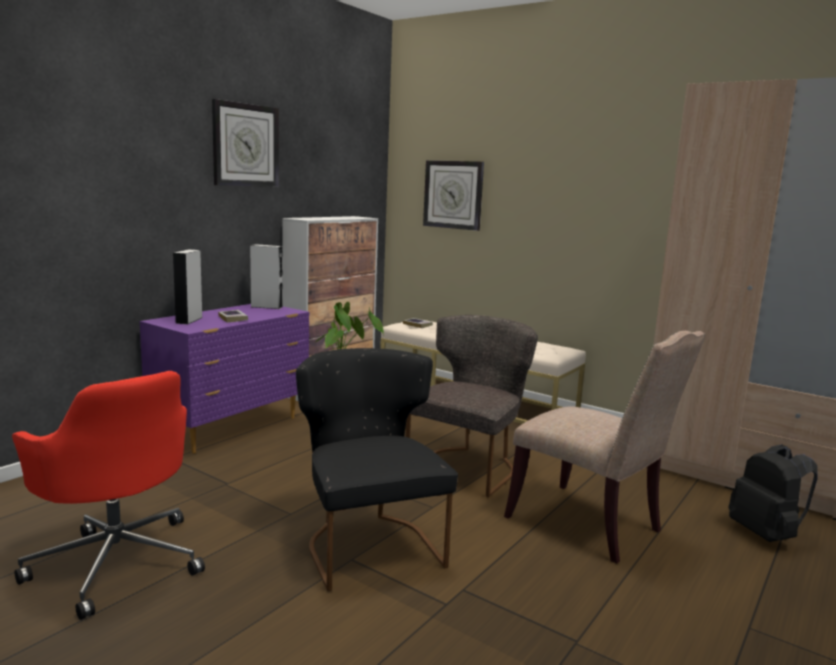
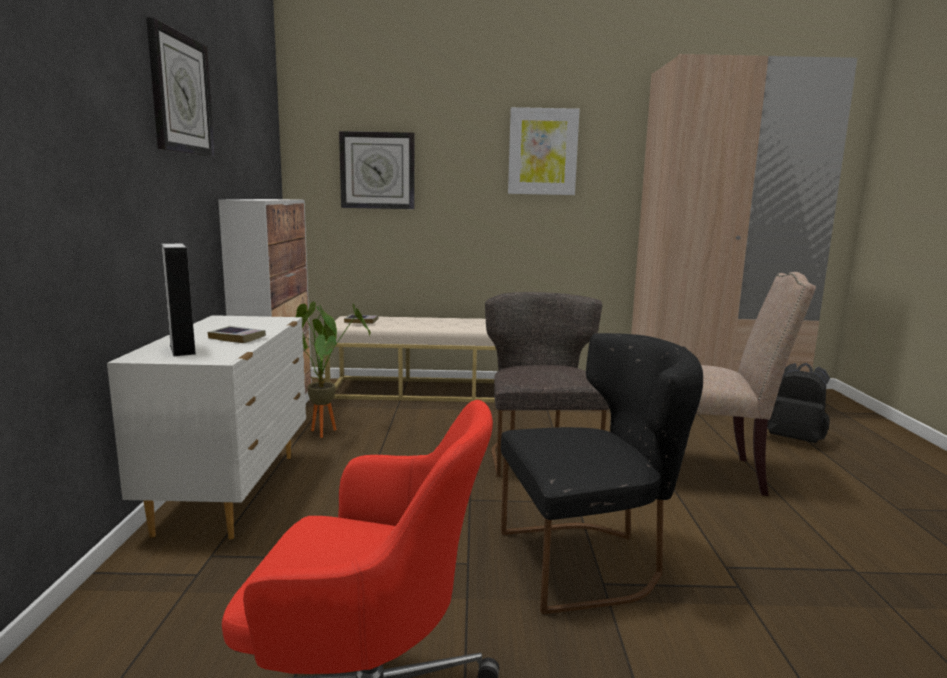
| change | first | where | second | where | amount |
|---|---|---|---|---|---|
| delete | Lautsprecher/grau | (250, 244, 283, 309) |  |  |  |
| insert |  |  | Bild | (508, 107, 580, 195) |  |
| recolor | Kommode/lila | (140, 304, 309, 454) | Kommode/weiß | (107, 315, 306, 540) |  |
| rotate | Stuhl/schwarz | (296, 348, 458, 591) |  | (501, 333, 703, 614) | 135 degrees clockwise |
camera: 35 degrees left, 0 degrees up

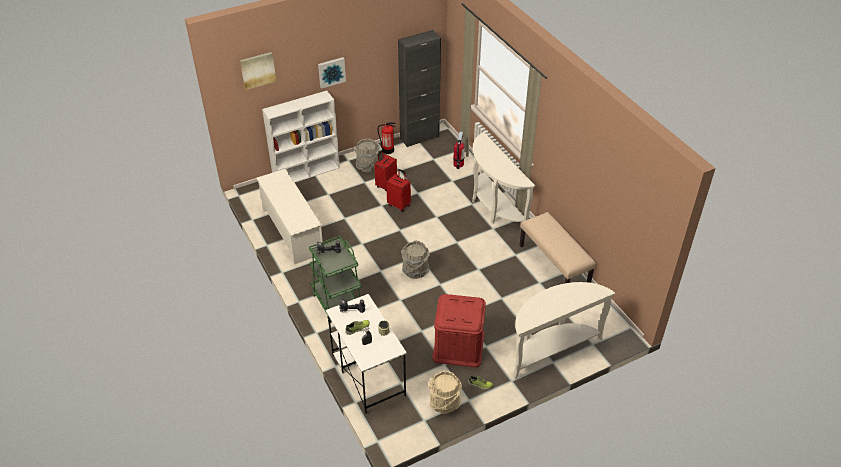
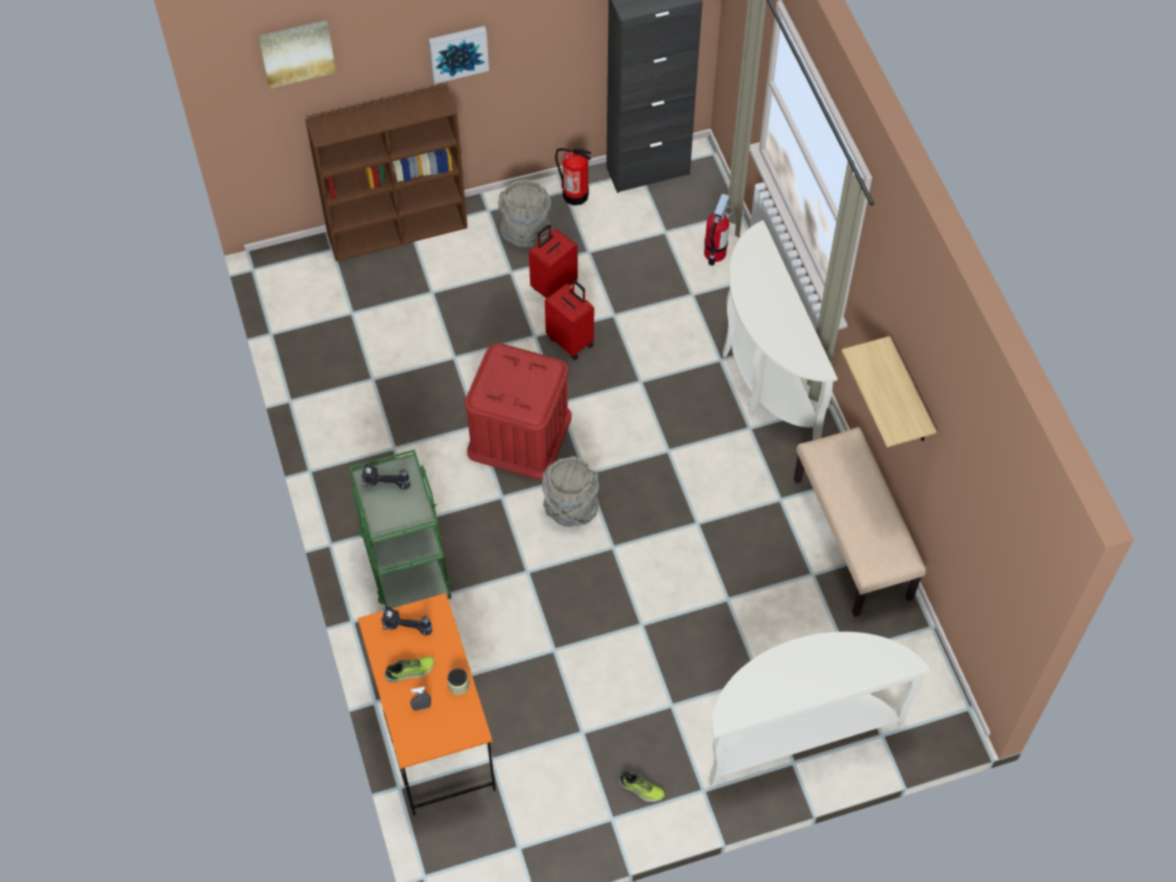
| change | first | where | second | where | amount |
|---|---|---|---|---|---|
| delete | Schuhregal/weiß | (256, 169, 323, 264) |  |  |  |
| delete | Eimer/beige | (428, 371, 462, 414) |  |  |  |
| insert |  |  | Wandregal | (841, 336, 937, 447) |  |
| move | Aufbewahrungsbox/rot | (433, 294, 486, 367) |  | (465, 343, 572, 479) |  |
| recolor | Bücherregal/weiß | (262, 91, 340, 183) | Bücherregal/braun | (305, 85, 467, 261) |  |
| recolor | Schreibtisch/weiß | (326, 294, 407, 414) | Schreibtisch/orange | (358, 593, 496, 816) |  |
camera: 10 degrees right, 15 degrees up

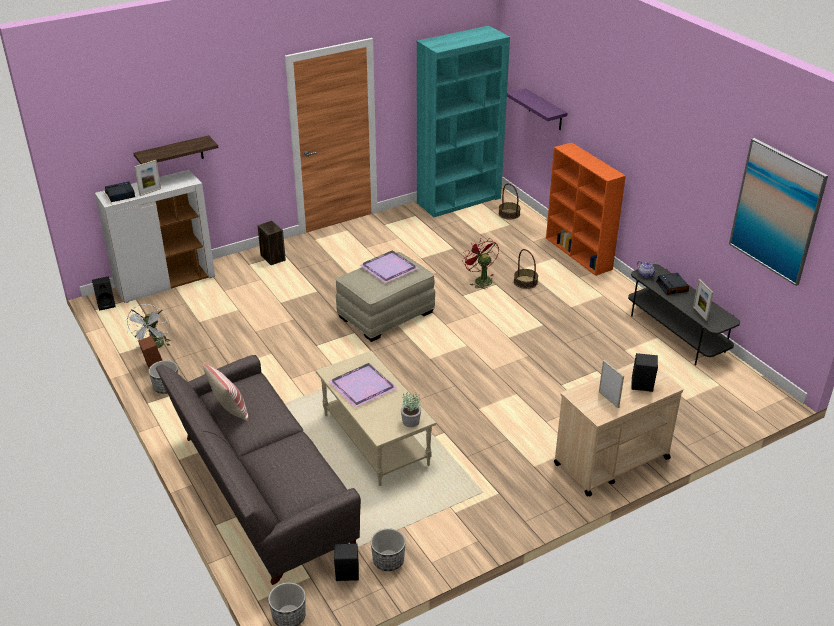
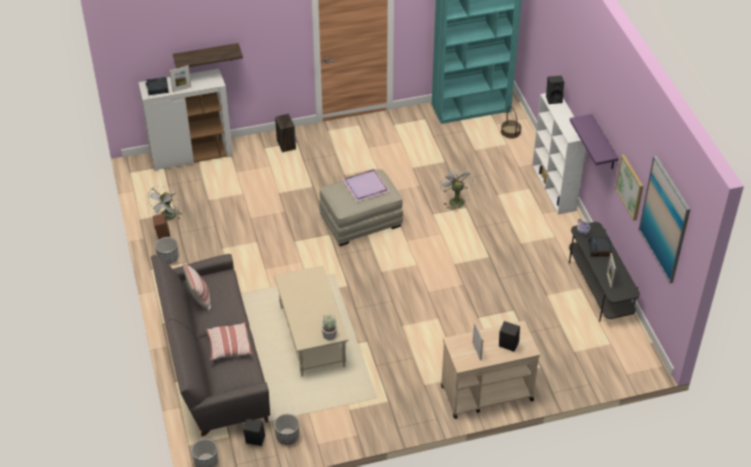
| change | first | where | second | where | amount |
|---|---|---|---|---|---|
| delete | Tablett/lila | (328, 363, 397, 408) |  |  |  |
| delete | Korb | (514, 249, 538, 289) |  |  |  |
| insert |  |  | Kissen | (206, 322, 252, 360) |  |
| insert |  |  | Bild | (615, 155, 643, 221) |  |
| move | Lautsprecher/schwarz | (92, 276, 116, 311) |  | (546, 76, 564, 104) |  |
| move | Wandregal/lila | (507, 89, 567, 130) |  | (570, 114, 619, 169) |  |
| recolor | Ventilator/rot | (462, 238, 499, 290) | Ventilator/weiß | (439, 169, 473, 212) |  |
| recolor | Bücherregal/orange | (546, 142, 626, 276) | Bücherregal/weiß | (532, 93, 586, 215) |  |
camera: 15 degrees right, 10 degrees up

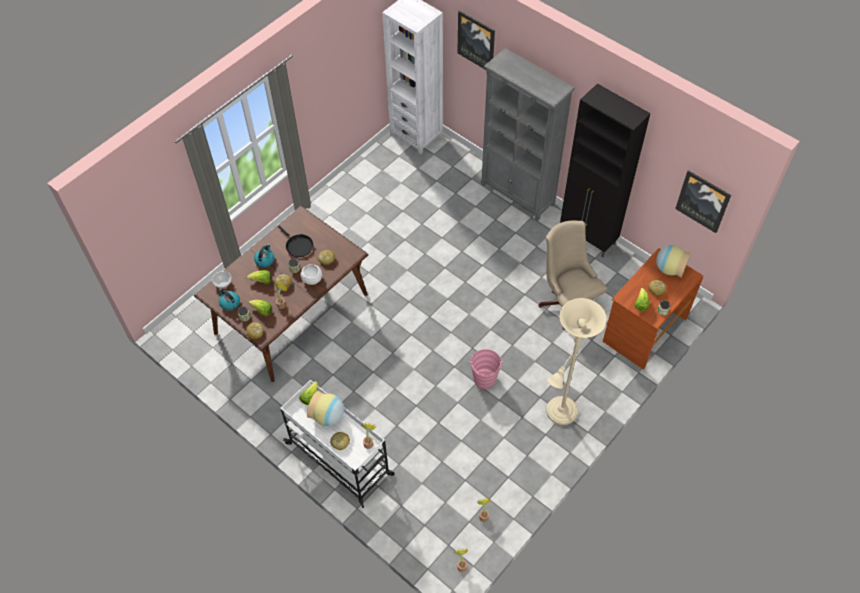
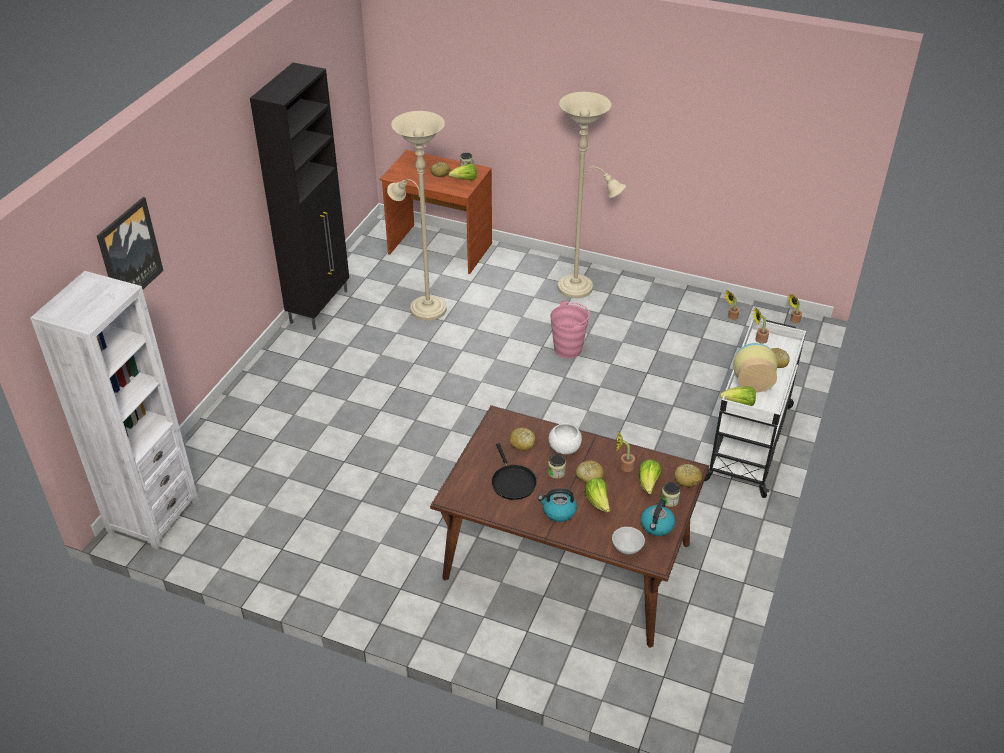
| change | first | where | second | where | amount |
|---|---|---|---|---|---|
| delete | Bücherregal/grau | (481, 48, 575, 221) |  |  |  |
| delete | Vase | (656, 245, 691, 277) |  |  |  |
| delete | Bild | (675, 170, 731, 233) |  |  |  |
| replace | Bürostuhl/beige | (538, 220, 607, 330) | Stehlampe/beige | (387, 111, 447, 321) |  |
| rotate | Pfanne/schwarz | (278, 225, 313, 257) |  | (491, 443, 537, 500) | 135 degrees clockwise |
camera: 110 degrees left, 15 degrees down

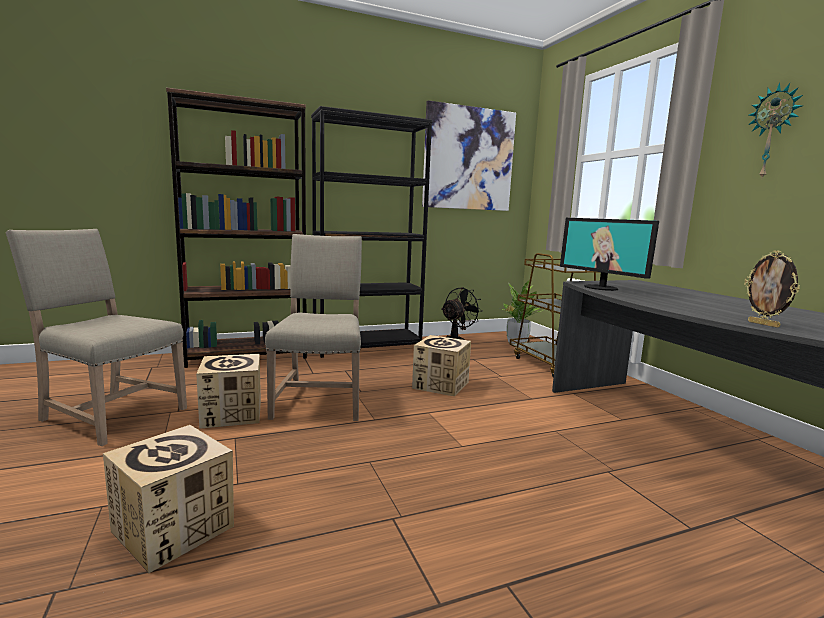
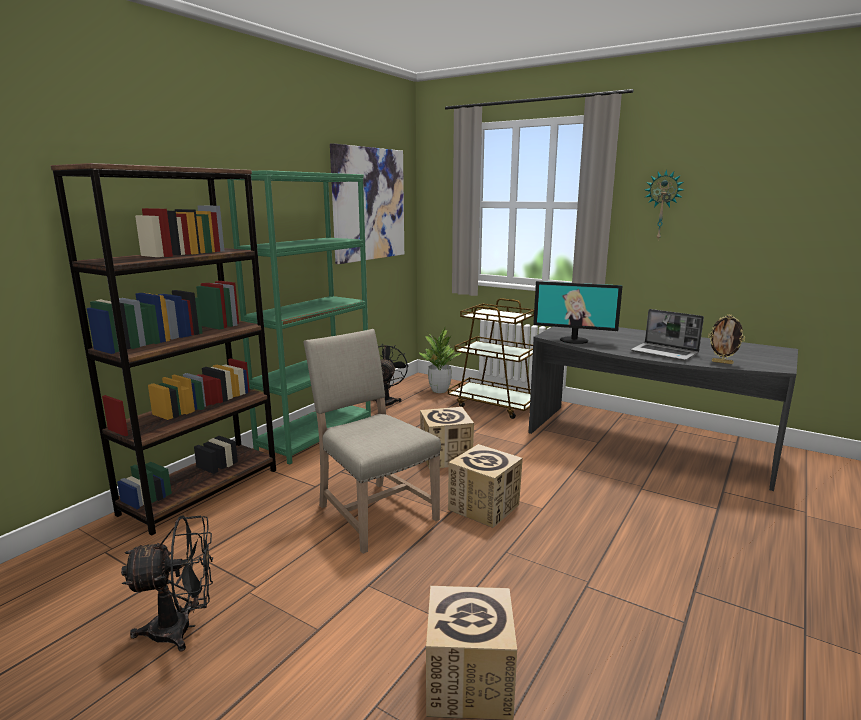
| change | first | where | second | where | amount |
|---|---|---|---|---|---|
| insert |  |  | Laptop | (631, 309, 704, 361) |  |
| move | Karton | (196, 354, 261, 429) |  | (448, 444, 523, 528) |  |
| replace | Stuhl/beige | (6, 229, 187, 446) | Ventilator/schwarz | (121, 515, 213, 652) |  |
| recolor | Bücherregal/schwarz | (311, 106, 433, 358) | Bücherregal/grün | (227, 170, 371, 465) |  |
camera: 35 degrees left, 5 degrees up

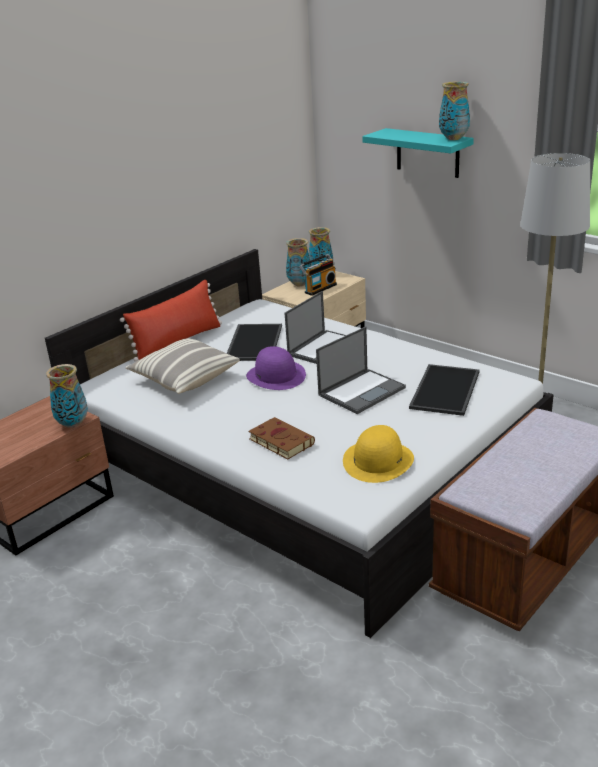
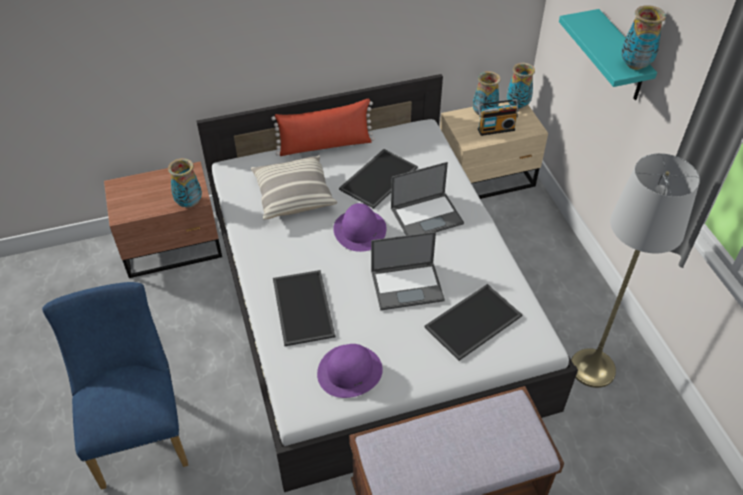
| change | first | where | second | where | amount |
|---|---|---|---|---|---|
| insert |  |  | Stuhl/blau | (42, 282, 188, 490) |  |
| replace | Buch/braun | (248, 417, 315, 460) | Tablett | (273, 270, 335, 347) |  |
| recolor | Hut/gelb | (343, 425, 414, 483) | Hut/lila | (317, 344, 383, 398) |  |
camera: 30 degrees right, 20 degrees up

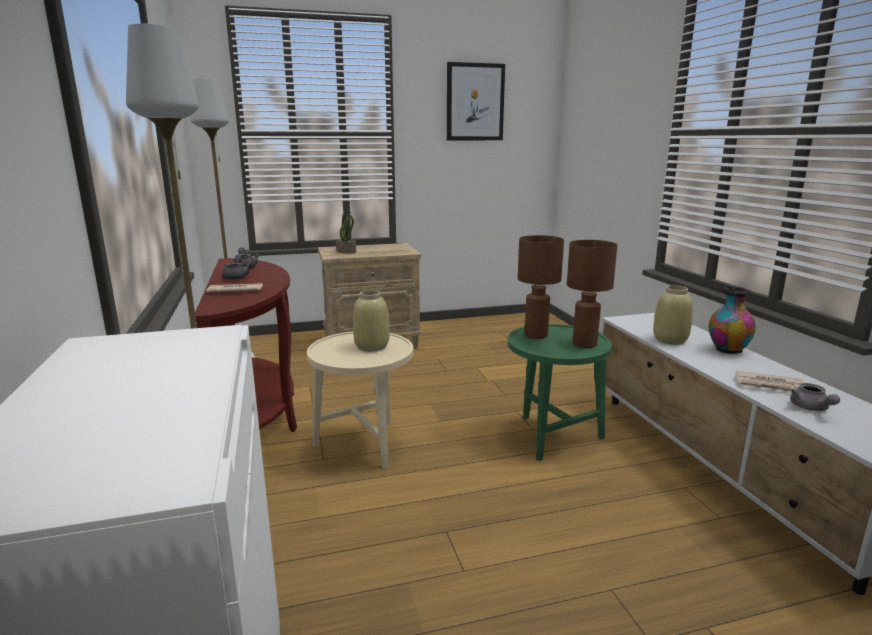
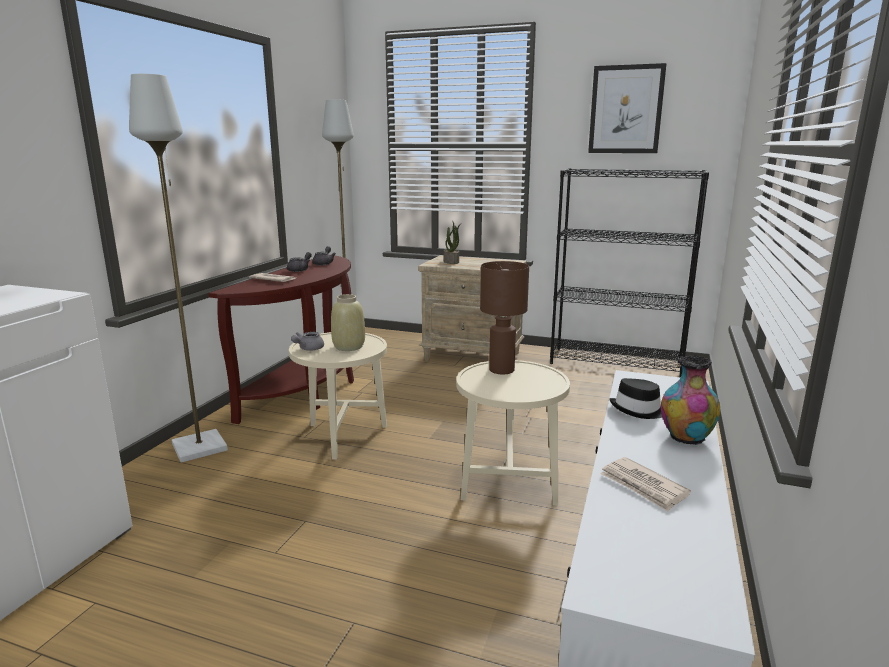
| change | first | where | second | where | amount |
|---|---|---|---|---|---|
| delete | Tischlampe/braun | (567, 240, 617, 348) |  |  |  |
| insert |  |  | Bücherregal/schwarz | (550, 168, 709, 377) |  |
| move | Teekanne/grau | (790, 383, 840, 411) |  | (291, 332, 324, 351) |  |
| replace | Vase/beige | (653, 285, 693, 345) | Hut/schwarz | (609, 378, 663, 419) |  |
| recolor | Beistelltisch/grün | (508, 324, 612, 461) | Beistelltisch/beige | (456, 360, 570, 506) |  |
camera: 35 degrees right, 0 degrees up

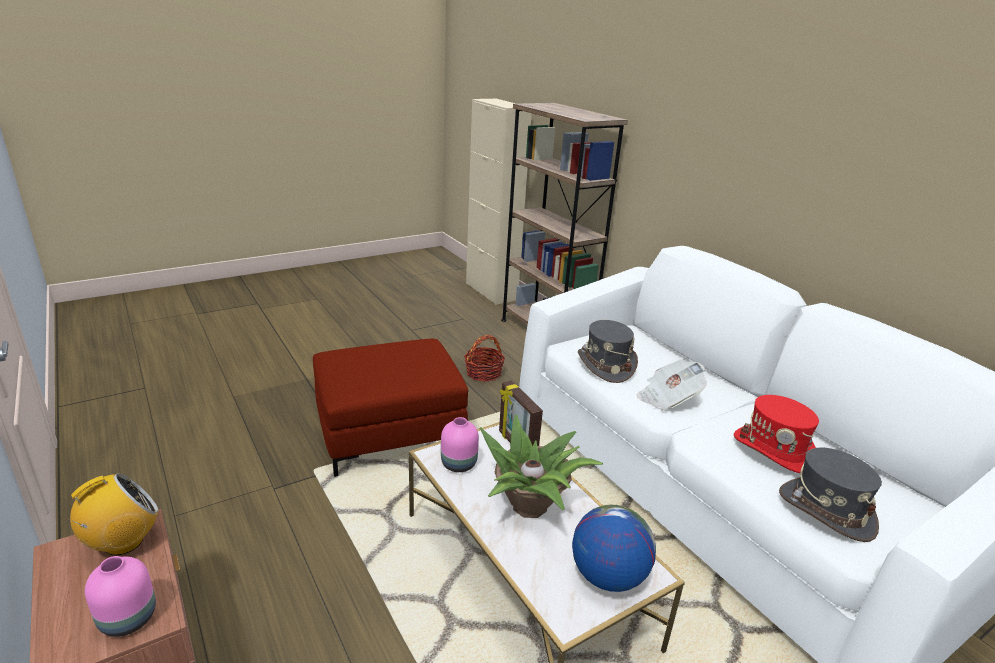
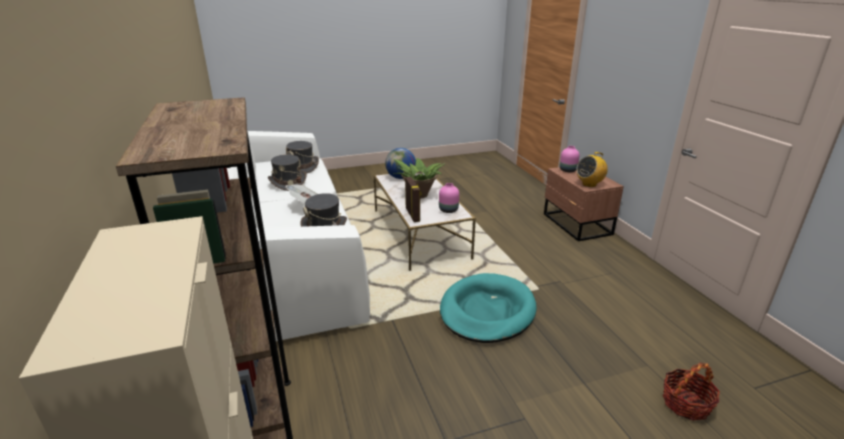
| change | first | where | second | where | amount |
|---|---|---|---|---|---|
| move | Korb | (464, 335, 505, 382) |  | (663, 363, 720, 421) |  |
| replace | Polsterhocker/rot | (313, 339, 468, 477) | Hundebett/türkis | (440, 273, 537, 343) |  |
| recolor | Hut/rot | (734, 395, 819, 473) | Hut/grau | (268, 154, 306, 191) |  |
camera: 165 degrees left, 0 degrees up

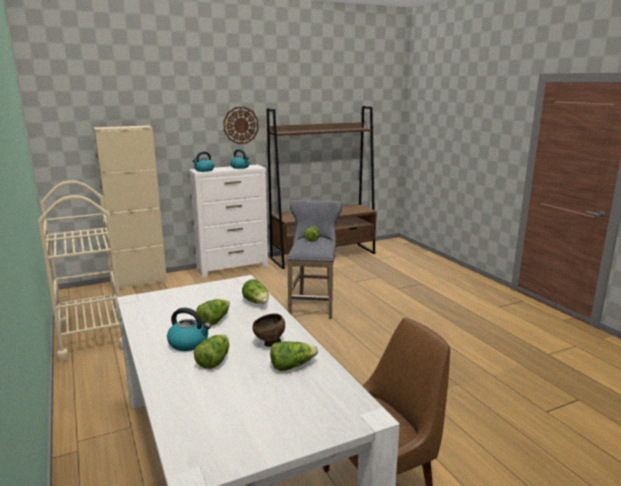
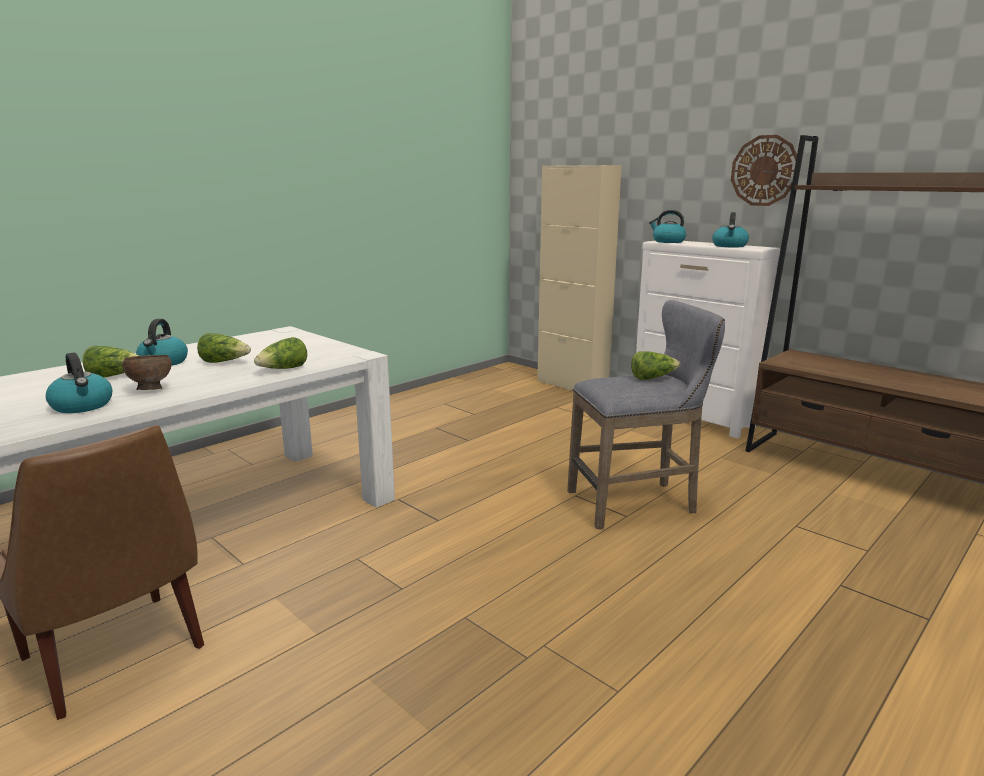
| change | first | where | second | where | amount |
|---|---|---|---|---|---|
| delete | Rollwagen/beige | (38, 180, 123, 362) |  |  |  |
| replace | Salatkopf | (270, 341, 318, 371) | Wasserkessel | (46, 352, 112, 413) |  |
camera: 70 degrees right, 0 degrees up

